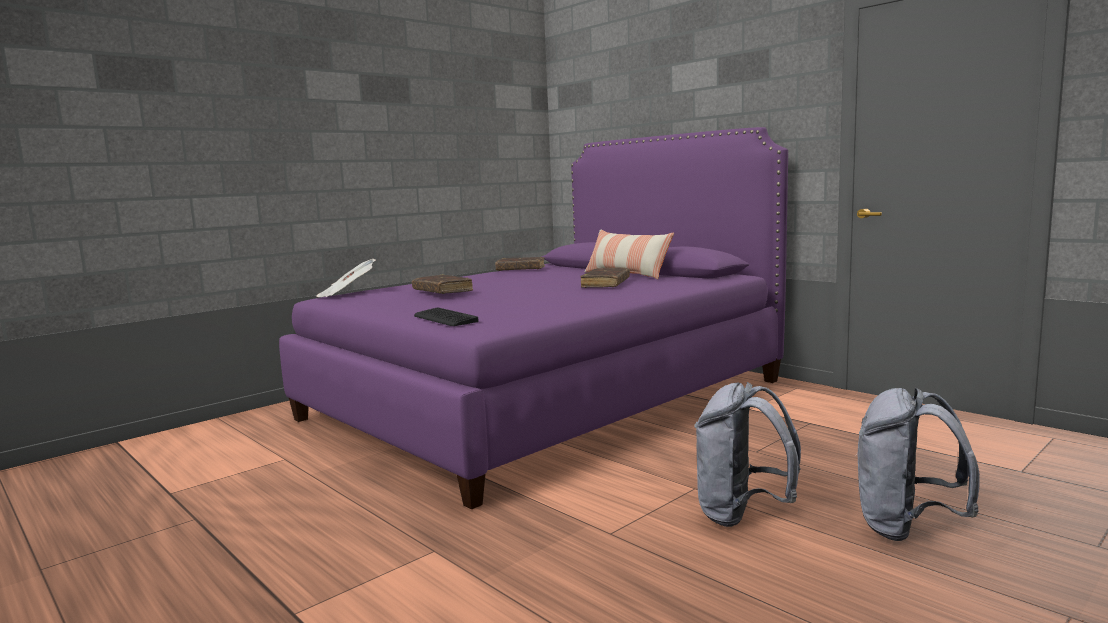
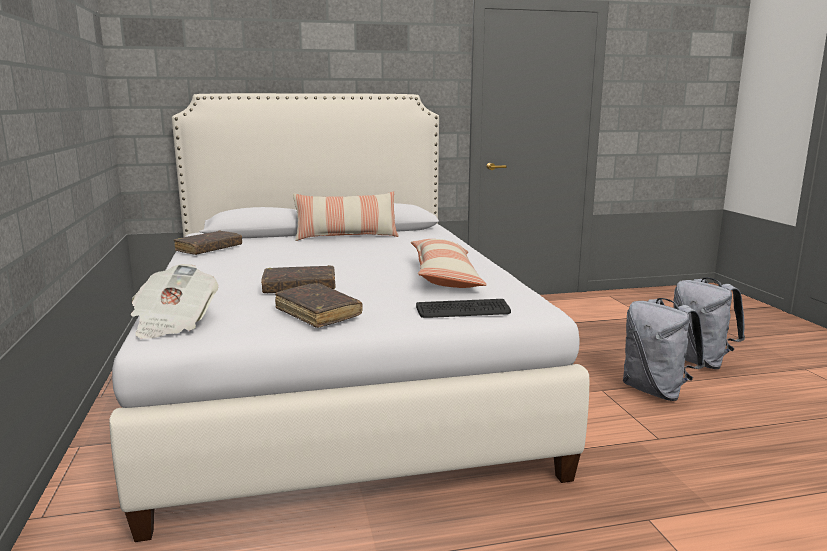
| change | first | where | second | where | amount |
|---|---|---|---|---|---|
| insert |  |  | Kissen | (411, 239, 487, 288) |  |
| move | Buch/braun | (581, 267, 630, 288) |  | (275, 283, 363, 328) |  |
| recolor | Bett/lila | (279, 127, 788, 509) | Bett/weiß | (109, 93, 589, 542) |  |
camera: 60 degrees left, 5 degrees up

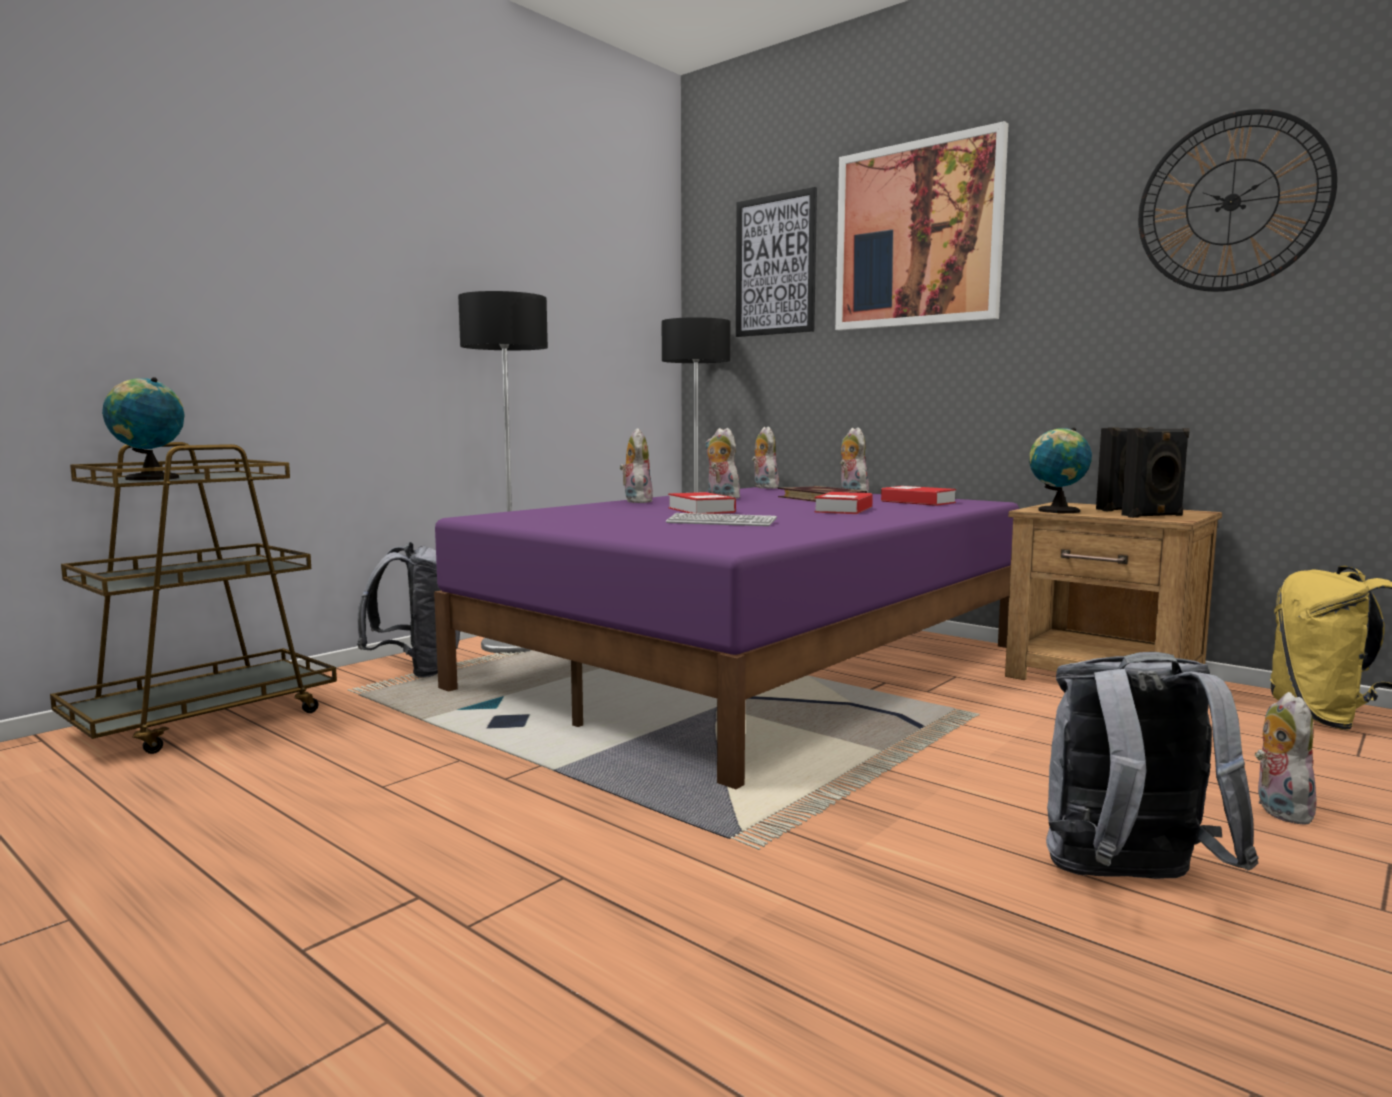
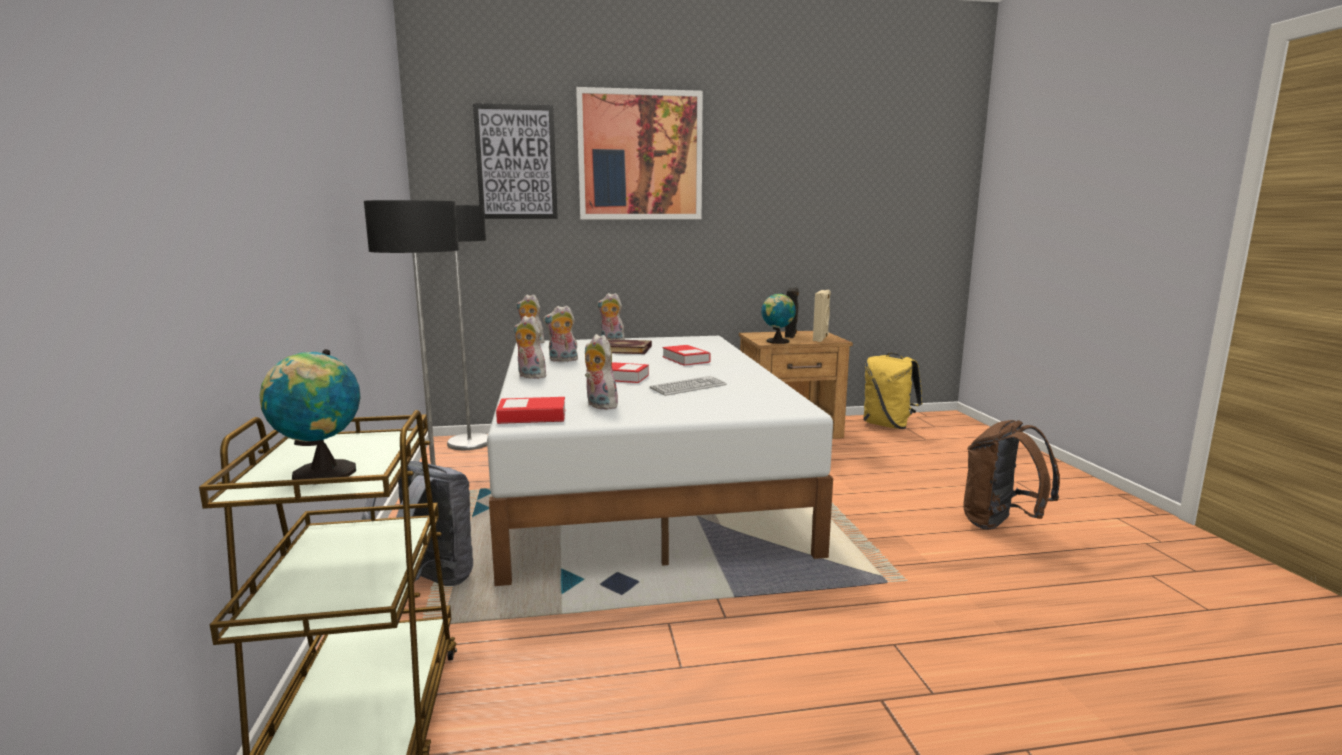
| change | first | where | second | where | amount |
|---|---|---|---|---|---|
| delete | Wanduhr | (1138, 109, 1338, 292) |  |  |  |
| move | Buch | (881, 486, 956, 506) |  | (496, 397, 565, 424) |  |
| move | Plüschtier | (1255, 692, 1319, 825) |  | (585, 334, 618, 410) |  |
| recolor | Bett/lila | (434, 487, 1019, 789) | Bett/weiß | (487, 336, 833, 586) |  |
| recolor | Rucksack/grau | (1046, 652, 1259, 879) | Rucksack/braun | (964, 420, 1060, 530) |  |
| recolor | Lautsprecher/schwarz | (1122, 428, 1190, 518) | Lautsprecher/beige | (813, 290, 831, 342) |  |
camera: 50 degrees left, 5 degrees up

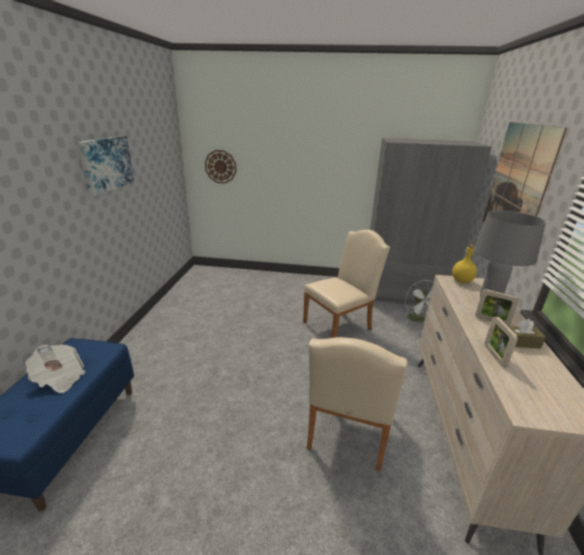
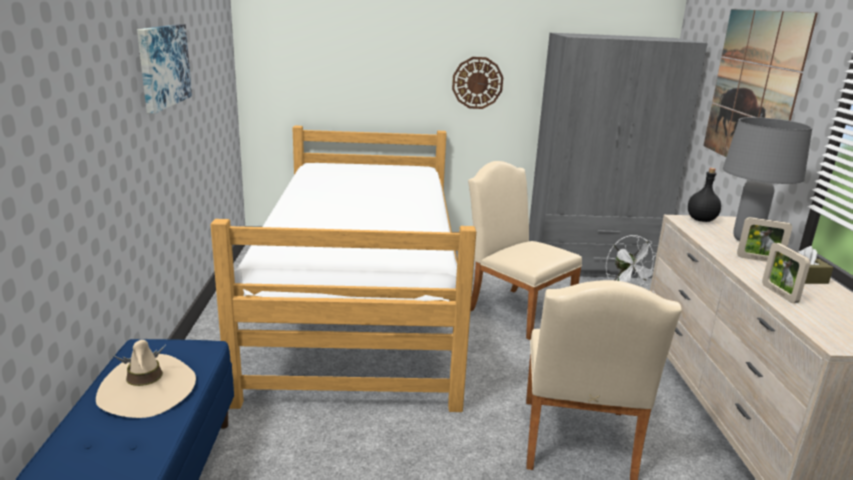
| change | first | where | second | where | amount |
|---|---|---|---|---|---|
| insert |  |  | Bett | (210, 125, 476, 412) |  |
| move | Wanduhr | (205, 150, 236, 184) |  | (452, 57, 503, 109) |  |
| replace | Zeitung | (25, 344, 86, 393) | Hut/beige | (96, 340, 196, 418) |  |
| recolor | Flasche/gelb | (452, 245, 477, 283) | Flasche/schwarz | (688, 168, 721, 222) |  |
| rotate | Stuhl/beige | (303, 230, 390, 338) |  | (468, 161, 582, 340) | 90 degrees counterclockwise |
camera: 10 degrees left, 5 degrees down

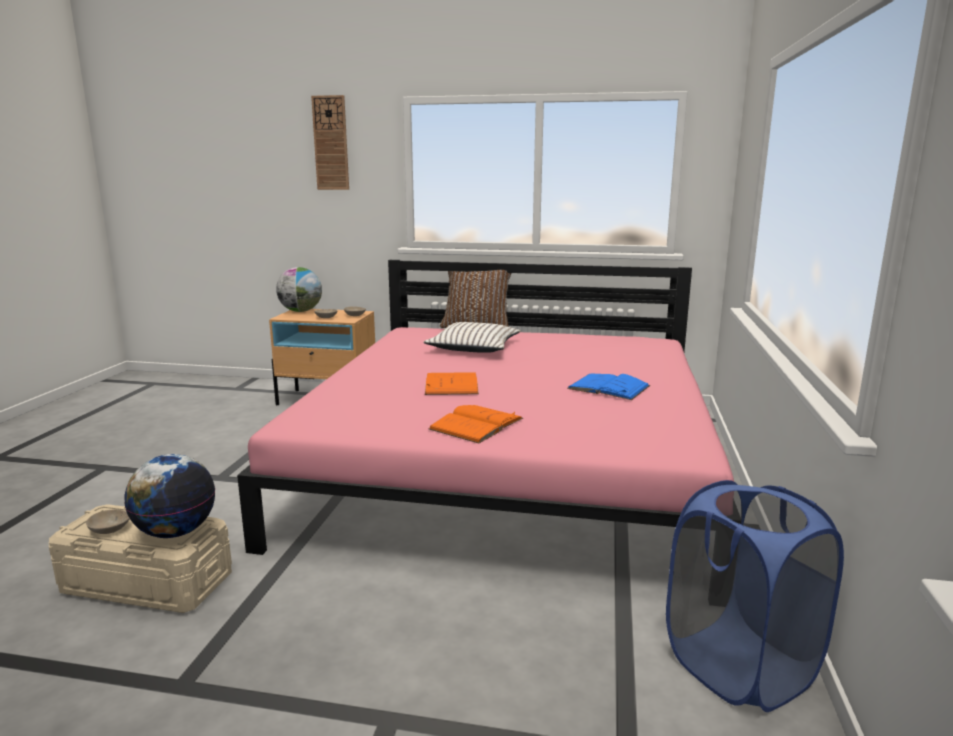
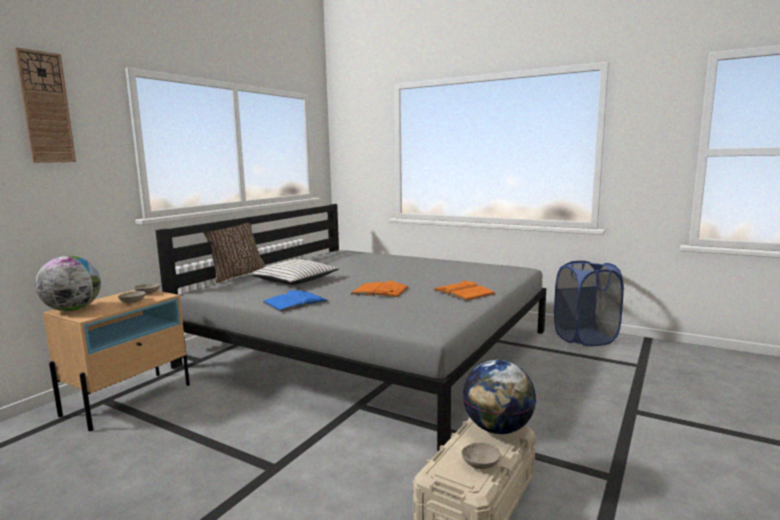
| change | first | where | second | where | amount |
|---|---|---|---|---|---|
| move | Buch/blau | (567, 373, 650, 400) |  | (263, 290, 328, 312) |  |
| recolor | Bett/rosa | (237, 260, 734, 555) | Bett/grau | (155, 204, 546, 451) |  |
camera: 70 degrees left, 5 degrees down

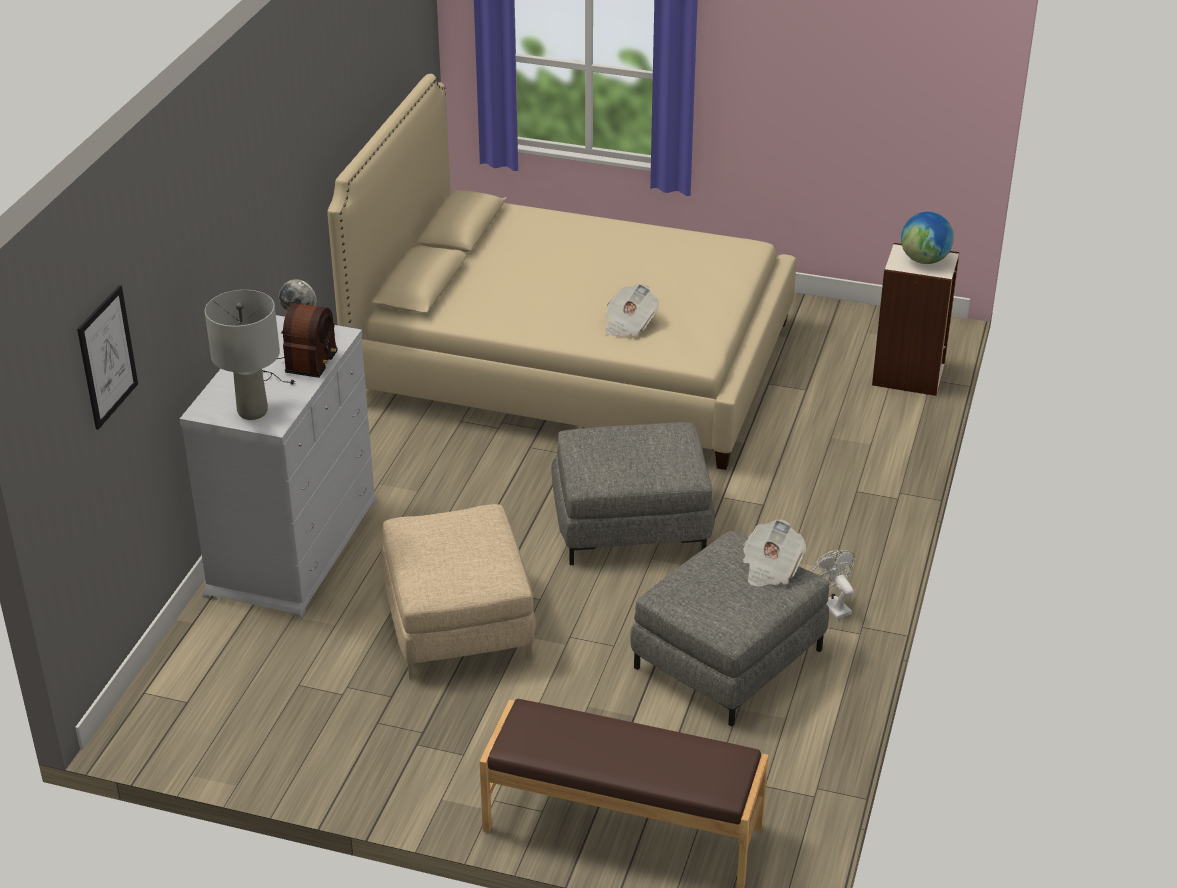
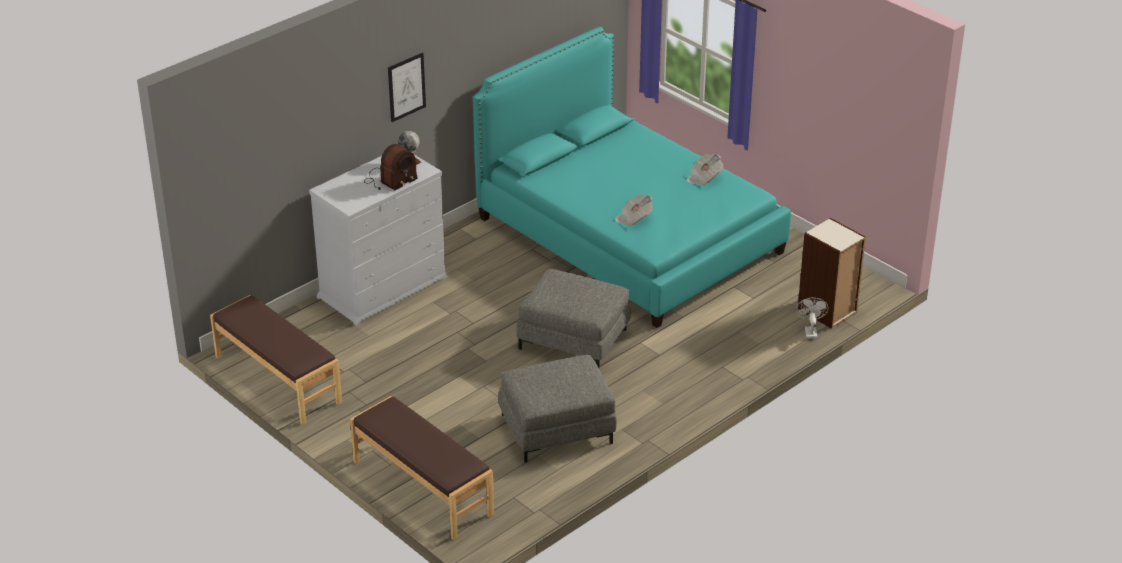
| change | first | where | second | where | amount |
|---|---|---|---|---|---|
| delete | Tischlampe/grau | (205, 290, 280, 420) |  |  |  |
| delete | Polsterhocker/beige | (381, 504, 536, 679) |  |  |  |
| delete | Globus | (901, 212, 954, 264) |  |  |  |
| insert |  |  | Bank/braun | (210, 295, 342, 425) |  |
| move | Bild | (77, 285, 138, 430) |  | (388, 52, 426, 122) |  |
| move | Zeitung | (743, 519, 806, 586) |  | (687, 154, 723, 186) |  |
| move | Ventilator/weiß | (811, 550, 855, 619) |  | (796, 297, 829, 339) |  |
| recolor | Bett/beige | (327, 74, 796, 470) | Bett/türkis | (473, 27, 791, 328) |  |
camera: 30 degrees right, 0 degrees up

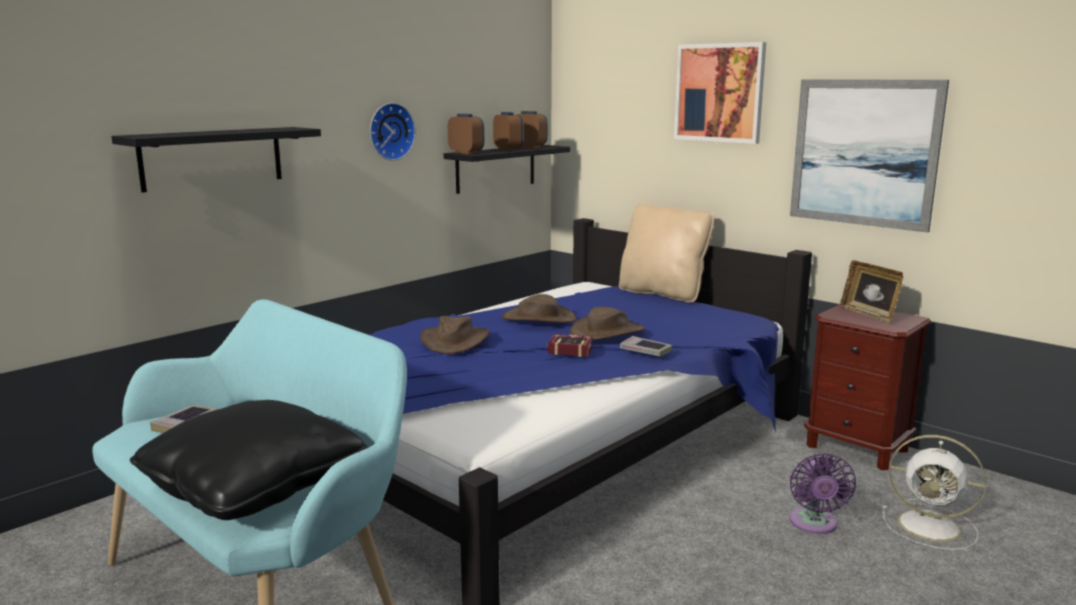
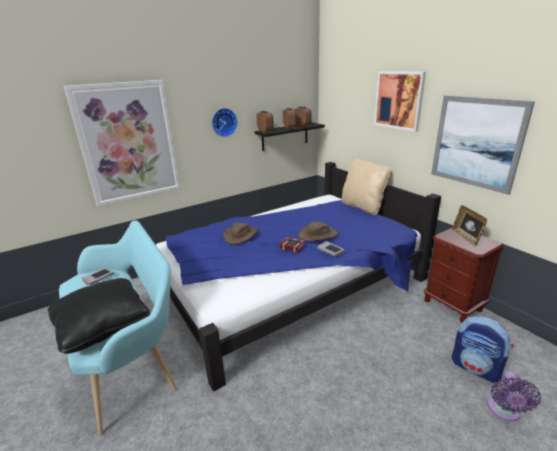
| change | first | where | second | where | amount |
|---|---|---|---|---|---|
| delete | Hut/braun | (502, 294, 576, 323) |  |  |  |
| move | Ventilator/lila | (789, 453, 856, 534) |  | (487, 371, 541, 422) |  |
| replace | Wandregal/schwarz | (111, 127, 321, 193) | Bild | (64, 80, 180, 206) |  |
| replace | Ventilator/weiß | (883, 435, 986, 550) | Rucksack | (451, 316, 514, 383) |  |
camera: 15 degrees right, 10 degrees up

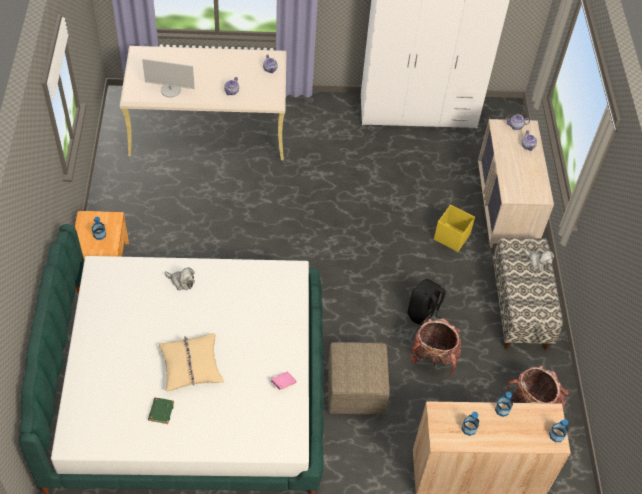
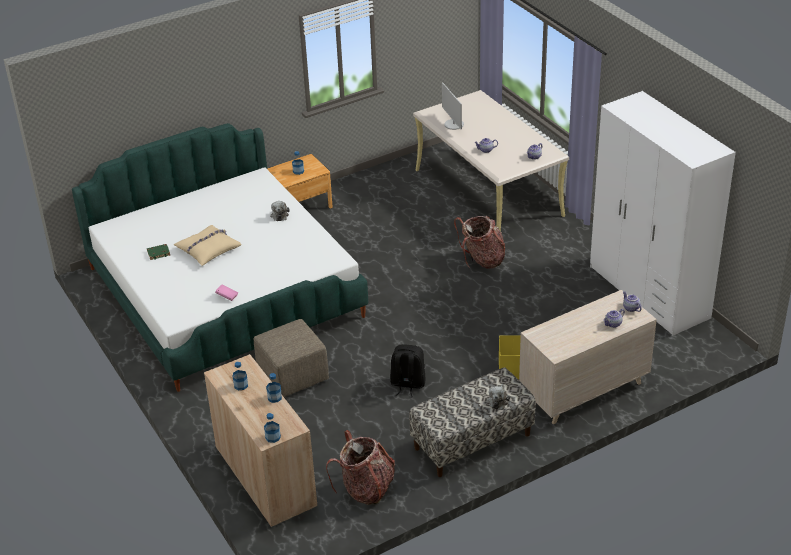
| change | first | where | second | where | amount |
|---|---|---|---|---|---|
| move | Rucksack | (411, 318, 461, 376) |  | (454, 216, 505, 268) |  |
camera: 65 degrees right, 15 degrees down

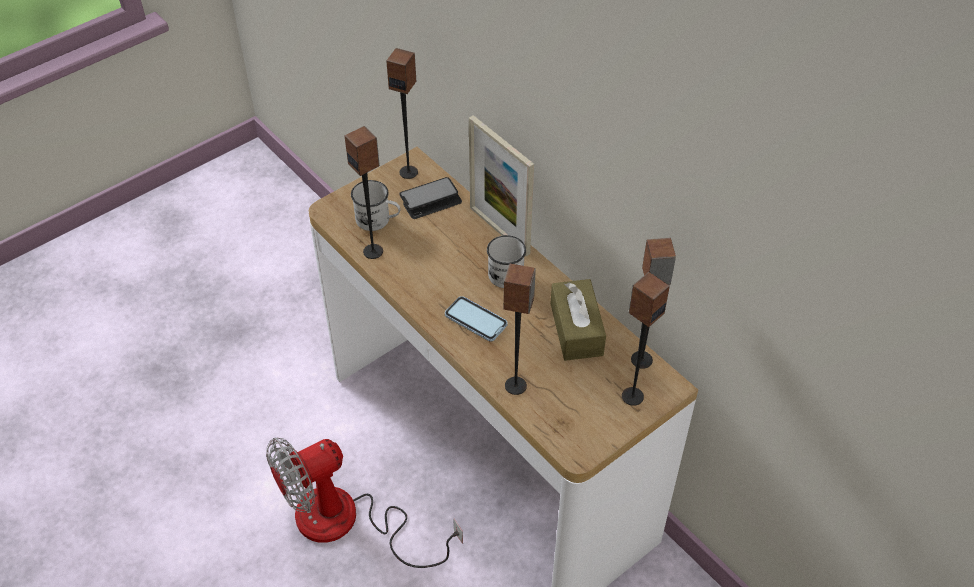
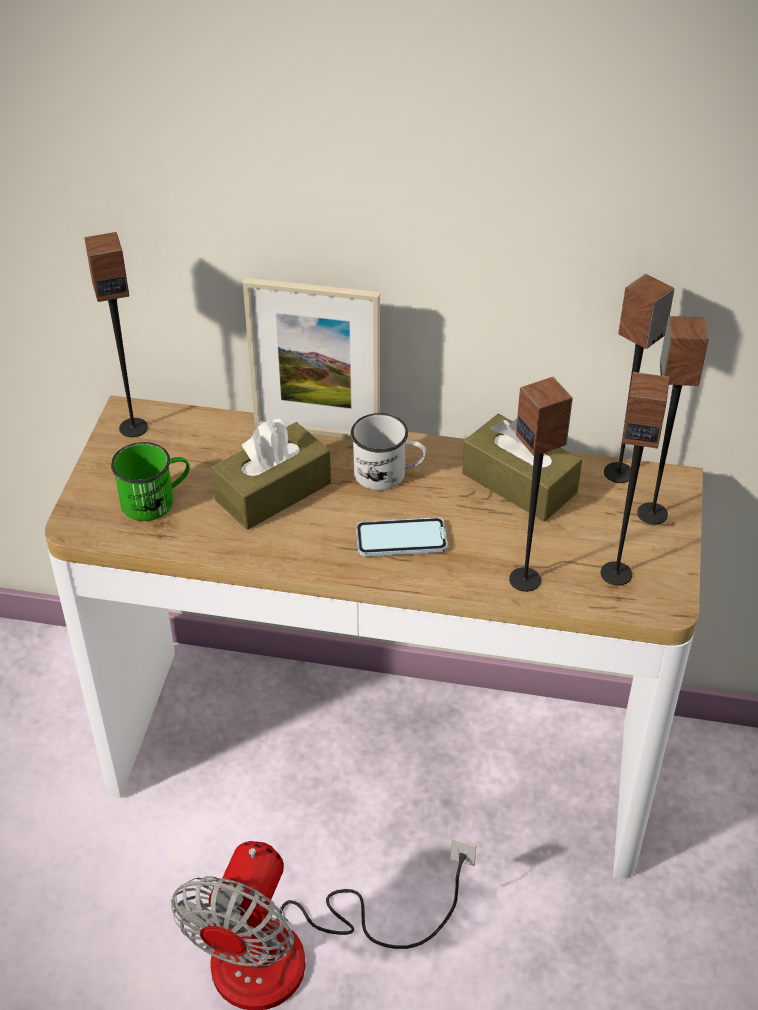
| change | first | where | second | where | amount |
|---|---|---|---|---|---|
| delete | Handy | (399, 177, 462, 219) |  |  |  |
| insert |  |  | Taschentuchbox/braun | (211, 418, 331, 530) |  |
| move | Lautsprecher | (345, 126, 383, 259) |  | (600, 372, 669, 585) |  |
| recolor | Henkelbecher/weiß | (351, 180, 401, 231) | Henkelbecher/grün | (111, 442, 190, 521) |  |
camera: 40 degrees left, 5 degrees down

